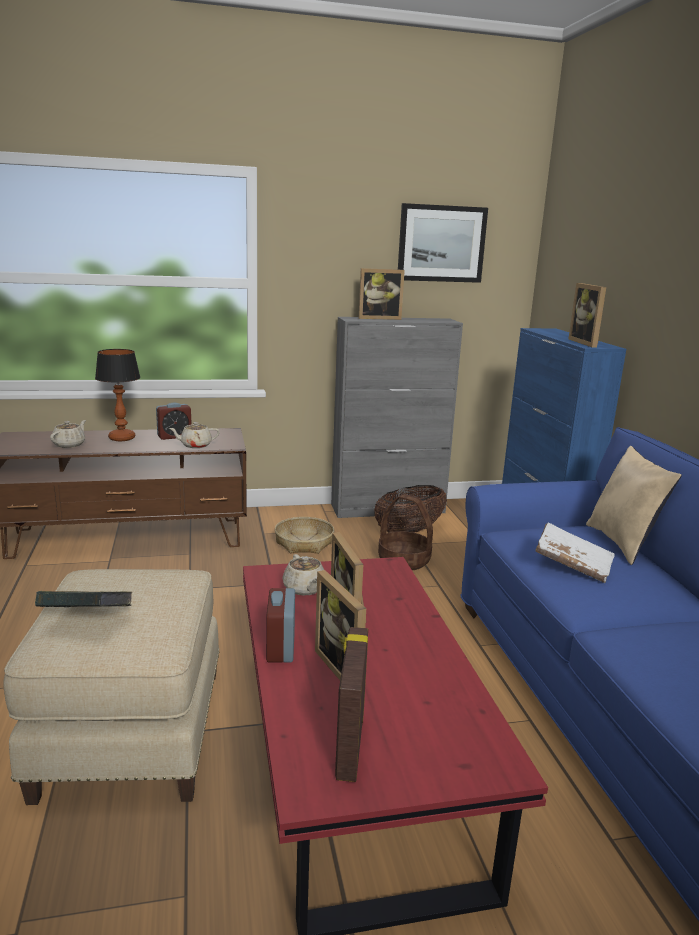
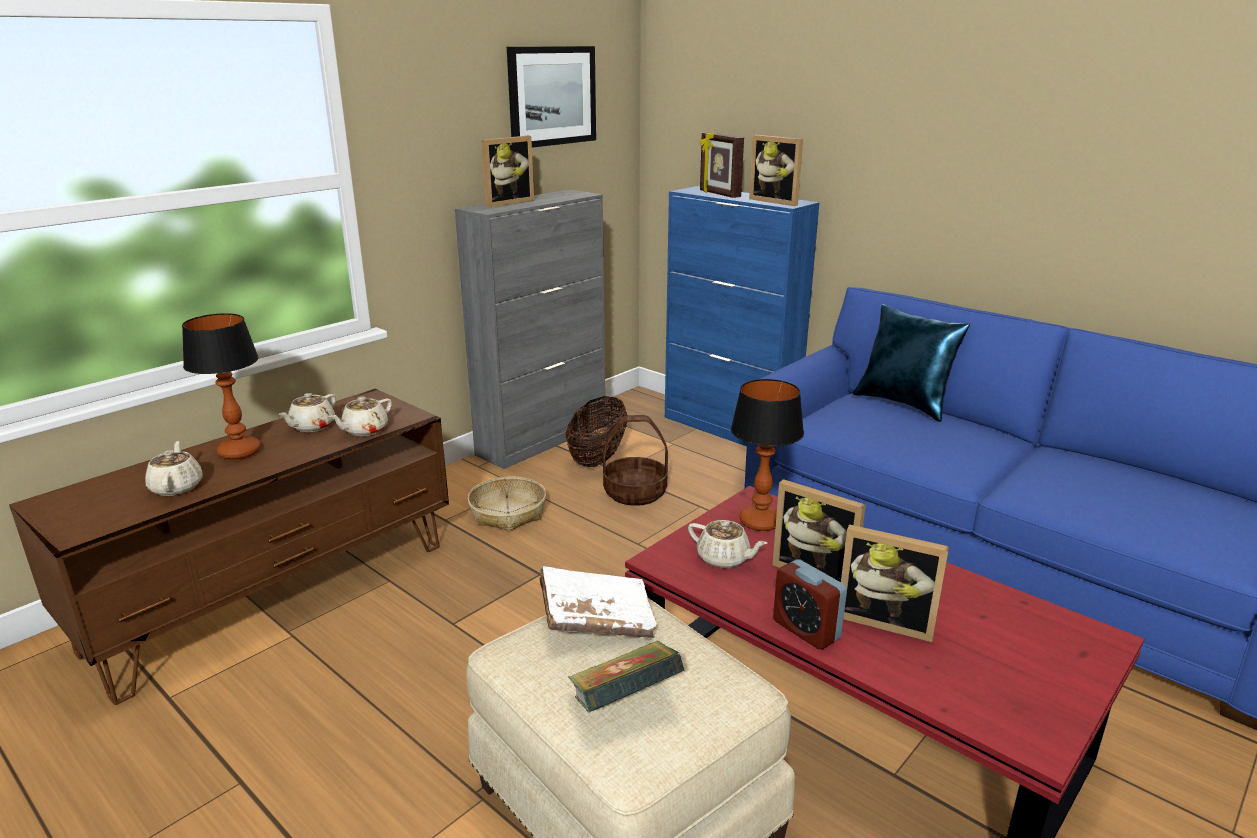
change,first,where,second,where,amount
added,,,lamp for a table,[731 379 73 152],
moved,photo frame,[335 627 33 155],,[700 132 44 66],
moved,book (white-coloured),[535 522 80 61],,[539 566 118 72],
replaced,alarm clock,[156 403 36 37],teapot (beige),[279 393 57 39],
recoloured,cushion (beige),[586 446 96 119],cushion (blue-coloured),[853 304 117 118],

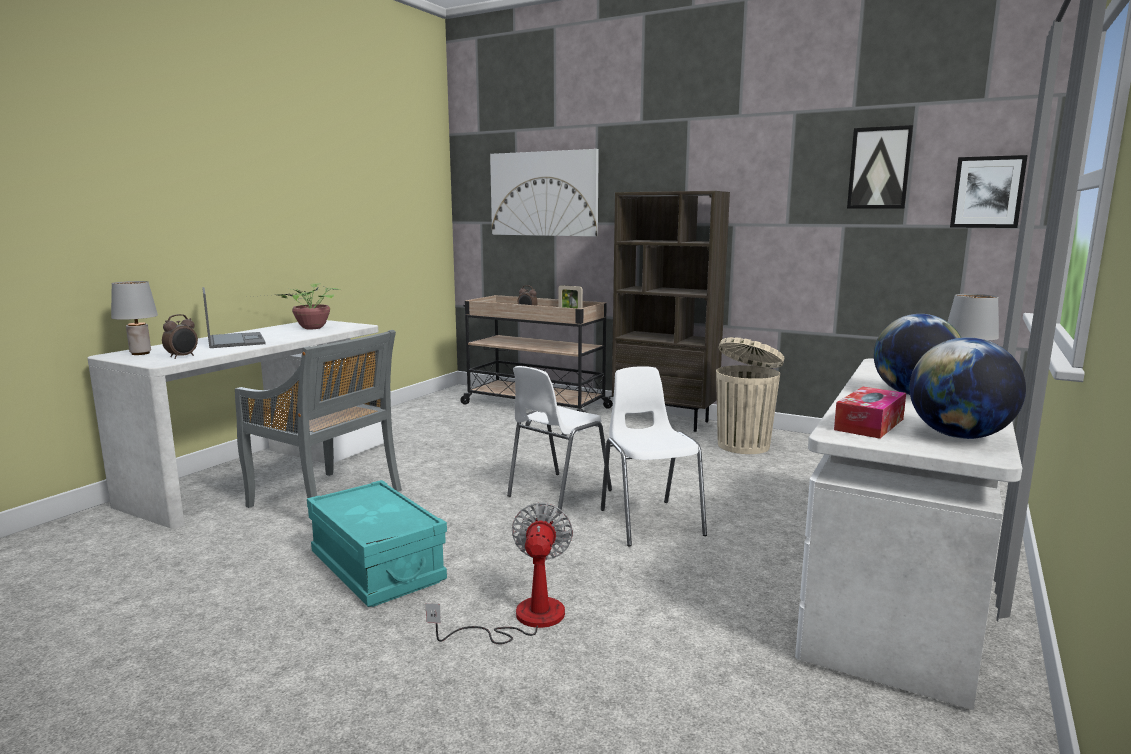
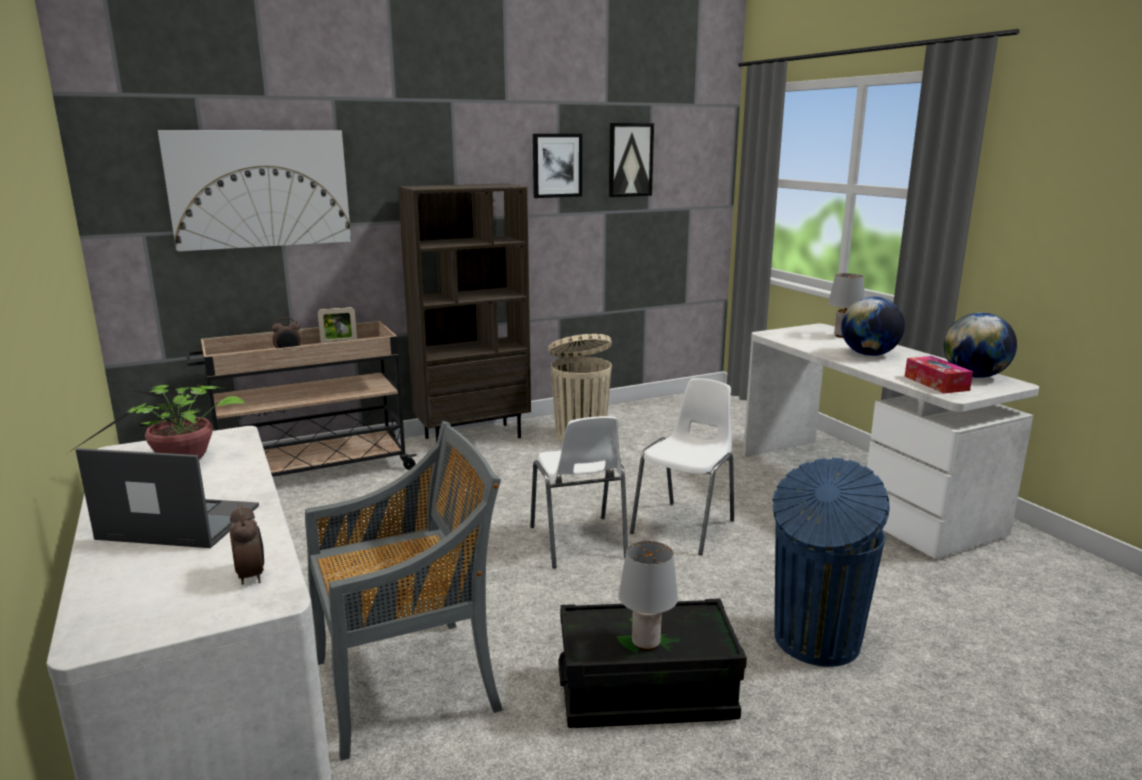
change,first,where,second,where,amount
moved,lamp for a table (grey),[111 281 47 74],,[619 541 59 110],
moved,wall picture,[950 155 78 73],,[533 134 49 64],
replaced,cooling fan,[426 503 147 141],trash can (blue-coloured),[772 458 118 209],
recoloured,storage bin (turquoise-coloured),[307 480 140 127],storage bin (black-coloured),[559 598 188 130],
turned,chair (white-coloured),[601 366 106 180],,[630 378 104 177],105 degrees clockwise

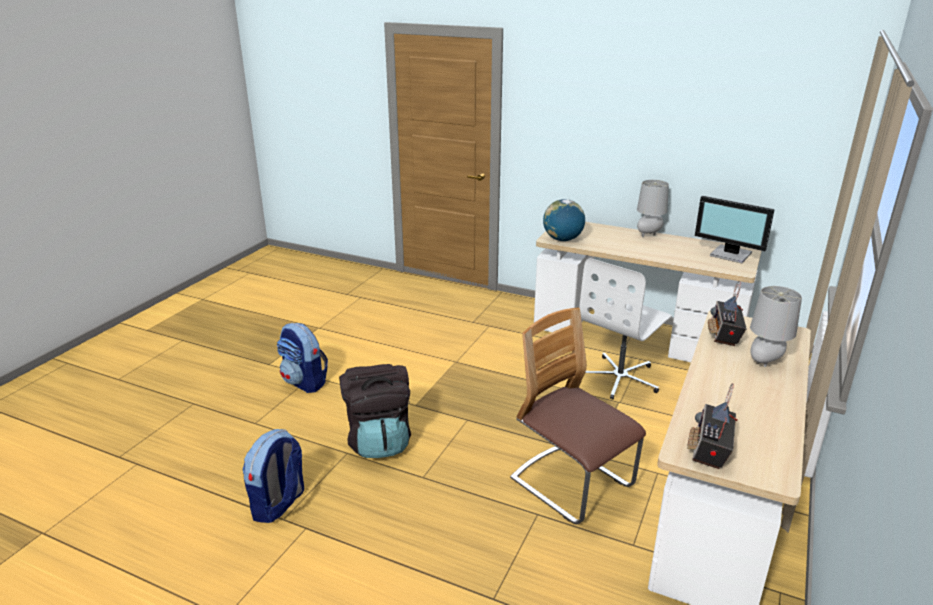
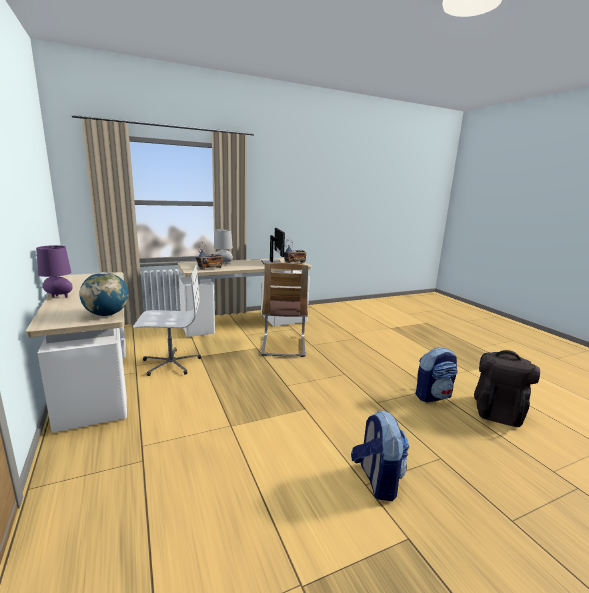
change,first,where,second,where,amount
moved,backpack (black-coloured),[339 364 72 94],,[474 350 66 77],
moved,computer screen,[695 196 80 67],,[261 228 24 37],
recoloured,lamp for a table (grey),[637 180 32 57],lamp for a table (purplish),[36 245 37 53],

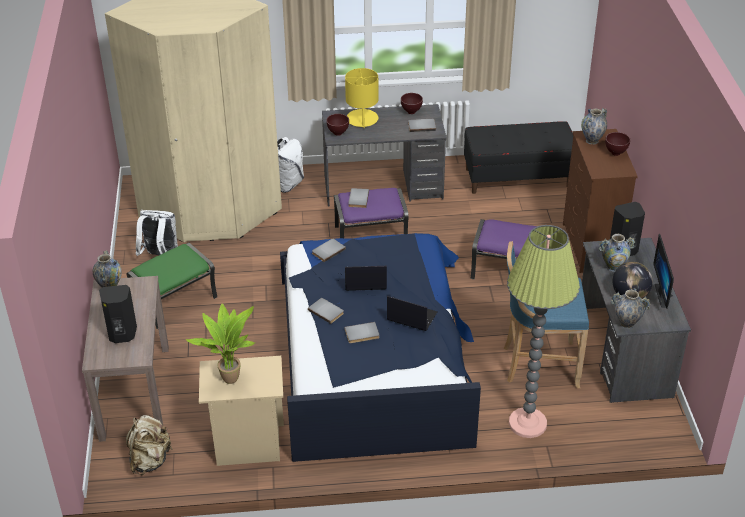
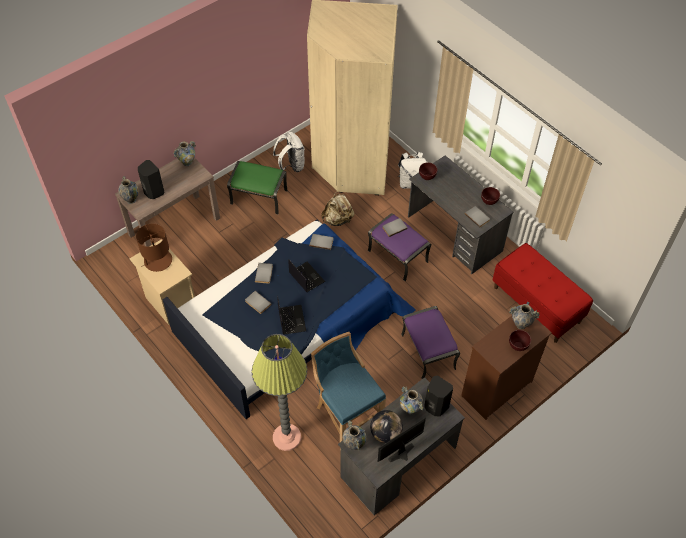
change,first,where,second,where,amount
removed,lamp for a table (yellowish),[345 68 34 61],,,
added,,,flower vase,[118 176 21 28],
moved,backpack (beige),[126 415 47 60],,[321 192 34 34],
replaced,plant in a pot,[186 303 69 81],lamp for a table (brown),[136 223 36 49],
recoloured,bench (black-coloured),[464 121 109 73],bench (red-coloured),[492 243 101 100],

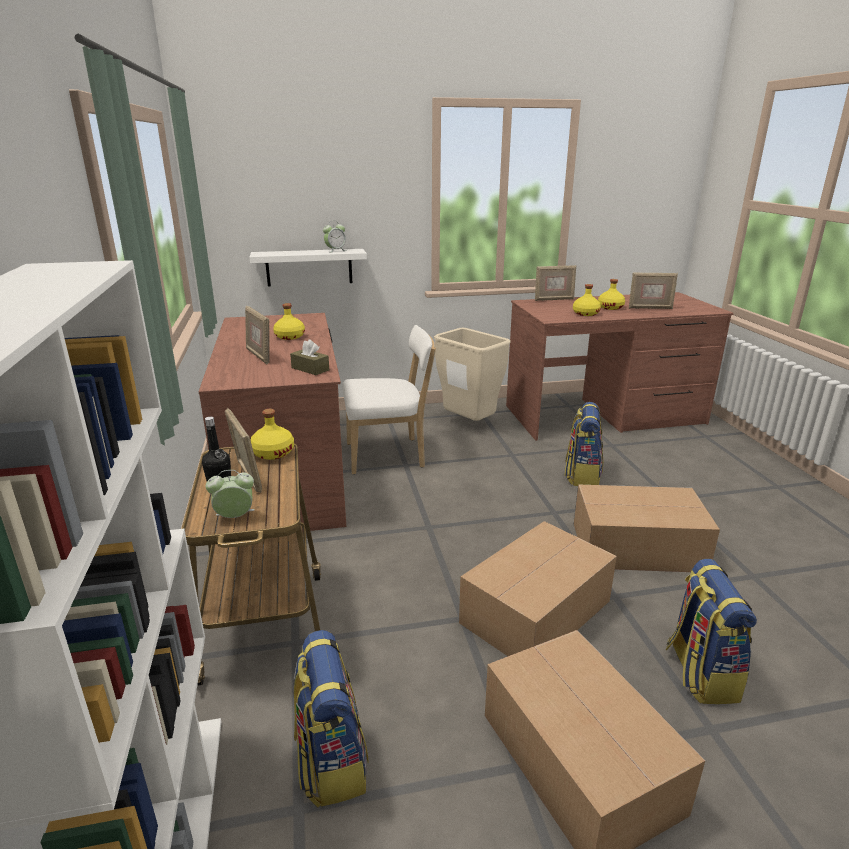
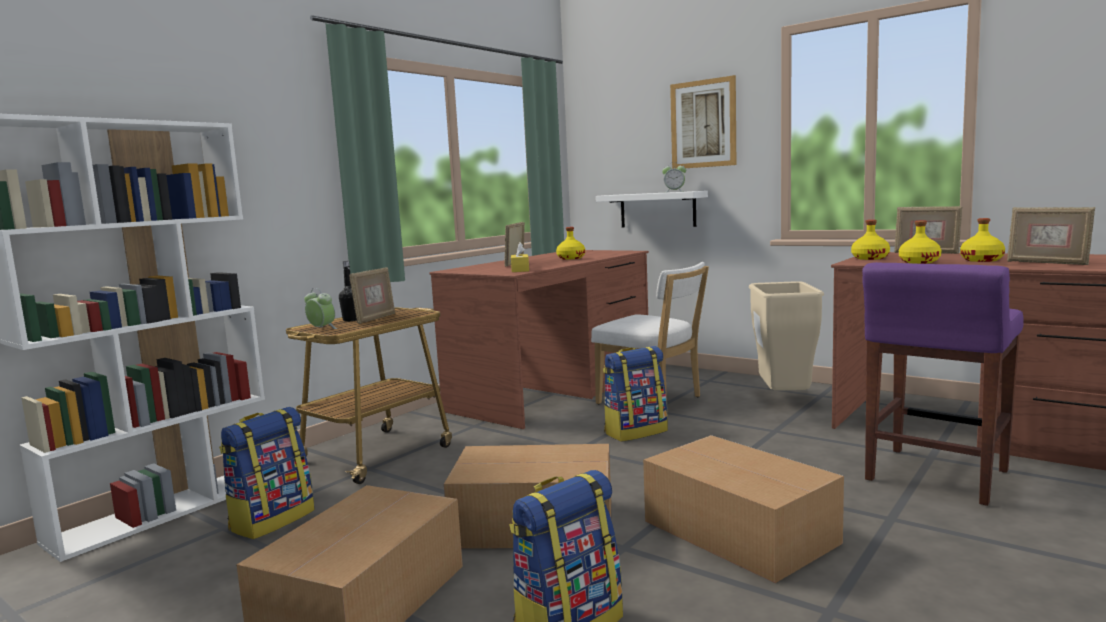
change,first,where,second,where,amount
added,,,wall picture,[670 75 66 94],
added,,,stool seat (purplish),[862 262 162 244],
moved,beverage bottle (yellowish),[251 409 43 51],,[851 220 39 40],
moved,backpack,[565 402 38 84],,[603 346 65 96],
recoloured,box of tissues (brown),[290 339 39 36],box of tissues (yellowish),[511 242 18 30],

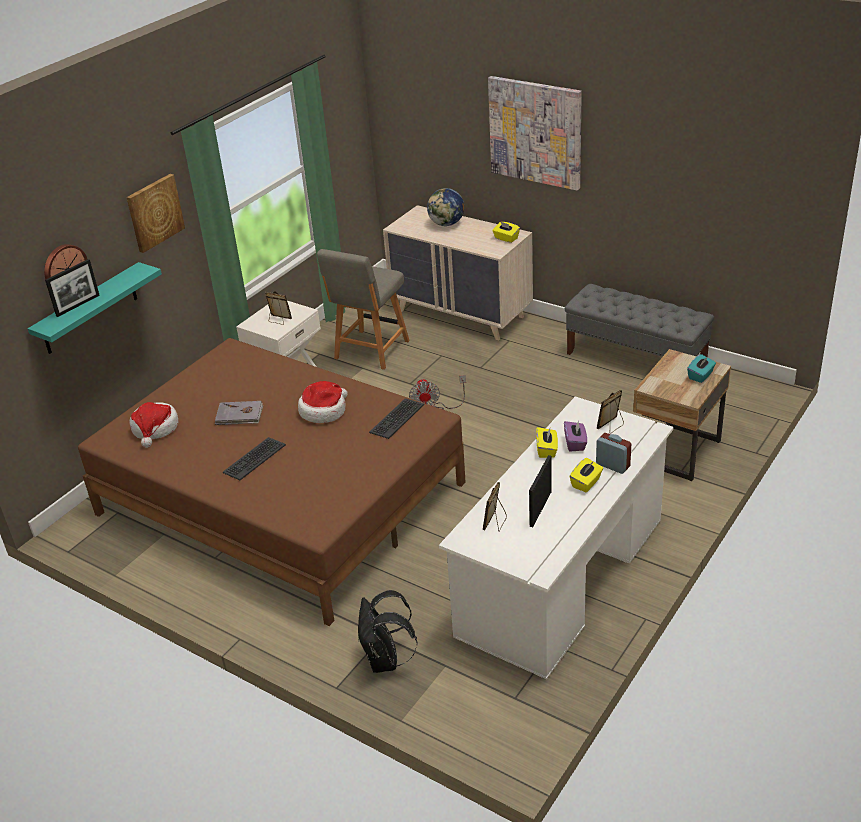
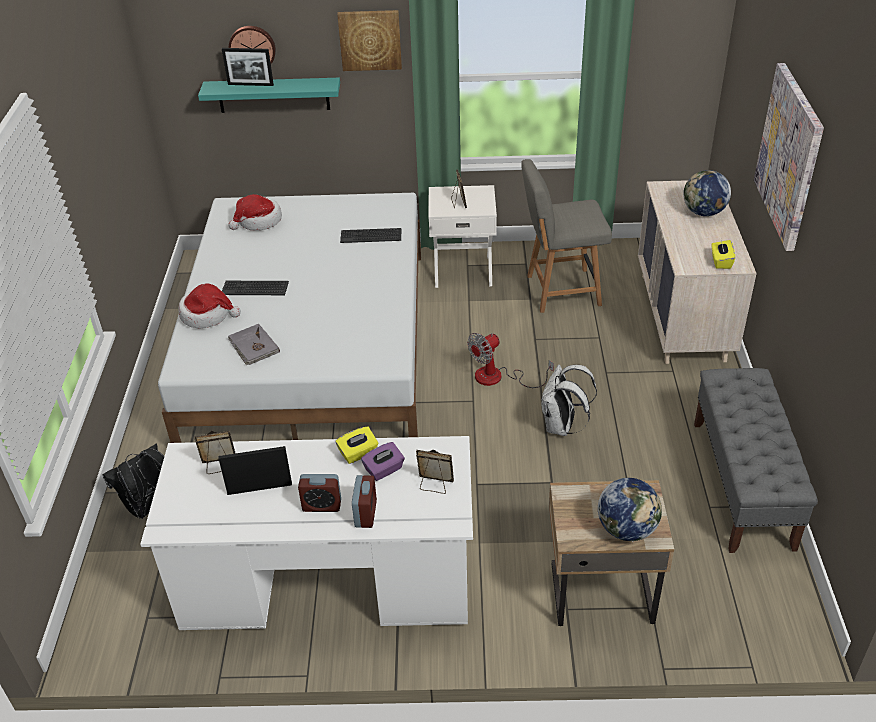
change,first,where,second,where,amount
added,,,backpack (white-coloured),[541 365 56 71],
moved,book (grey),[215 401 48 24],,[228 324 52 41],
moved,wearable hat,[298 381 50 42],,[178 283 63 45],
moved,keyboard,[369 398 55 41],,[340 228 61 15],
replaced,box of tissues (yellowish),[569 458 34 34],alarm clock,[298 474 43 38],
replaced,box of tissues (turquoise-coloured),[687 354 29 29],world globe,[598 478 64 64],
recoloured,bed (brown),[78 338 388 288],bed (white-coloured),[158 193 263 250],

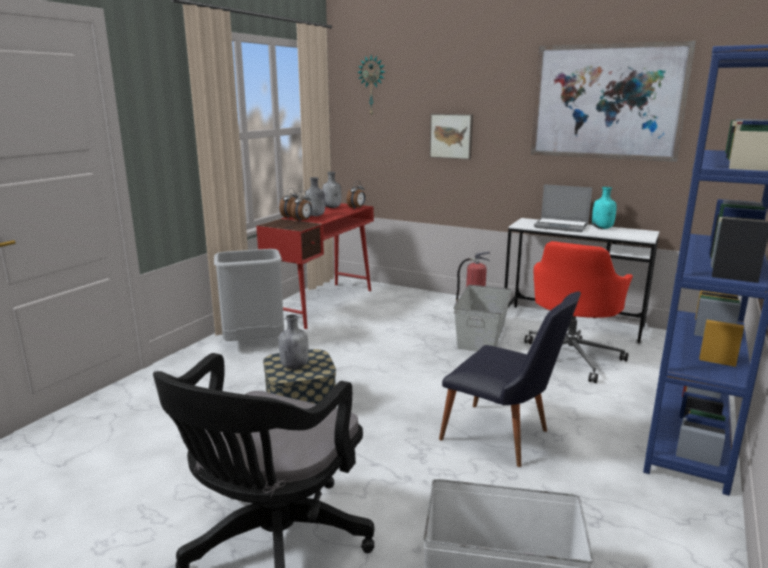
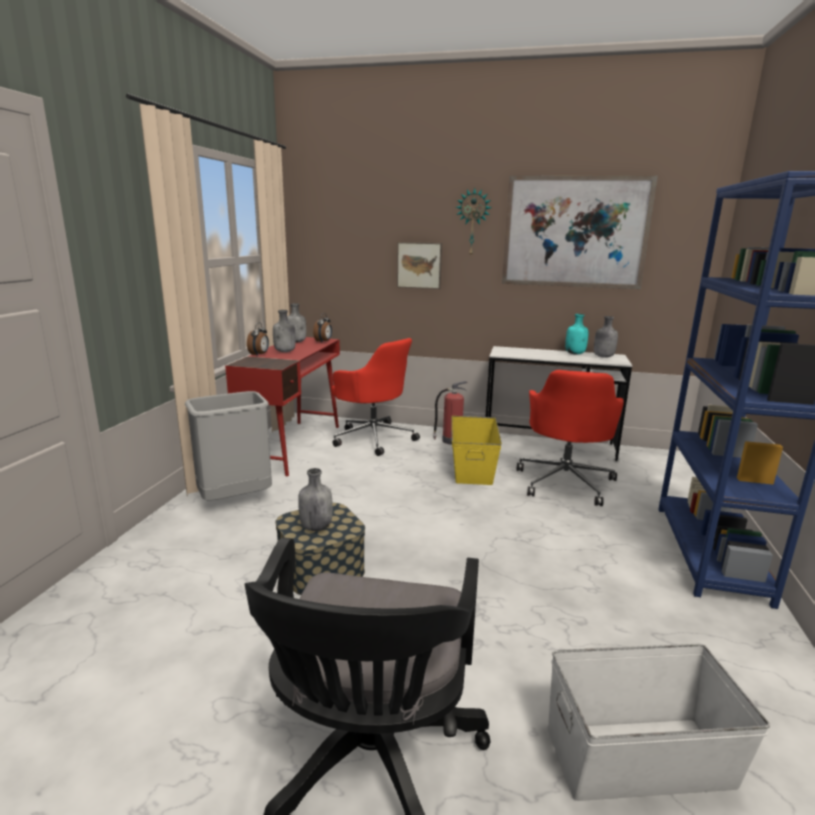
change,first,where,second,where,amount
removed,alarm clock,[290 191 22 31],,,
removed,chair (black-coloured),[439 291 142 176],,,
removed,notebook computer,[534 184 58 48],,,
added,,,desk chair (red-coloured),[331 338 89 118],
added,,,beverage bottle (grey),[594 316 24 42],
moved,wall clock,[357 55 28 62],,[456 188 36 67],
recoloured,storage bin (grey),[454 285 58 66],storage bin (yellowish),[451 416 51 69],

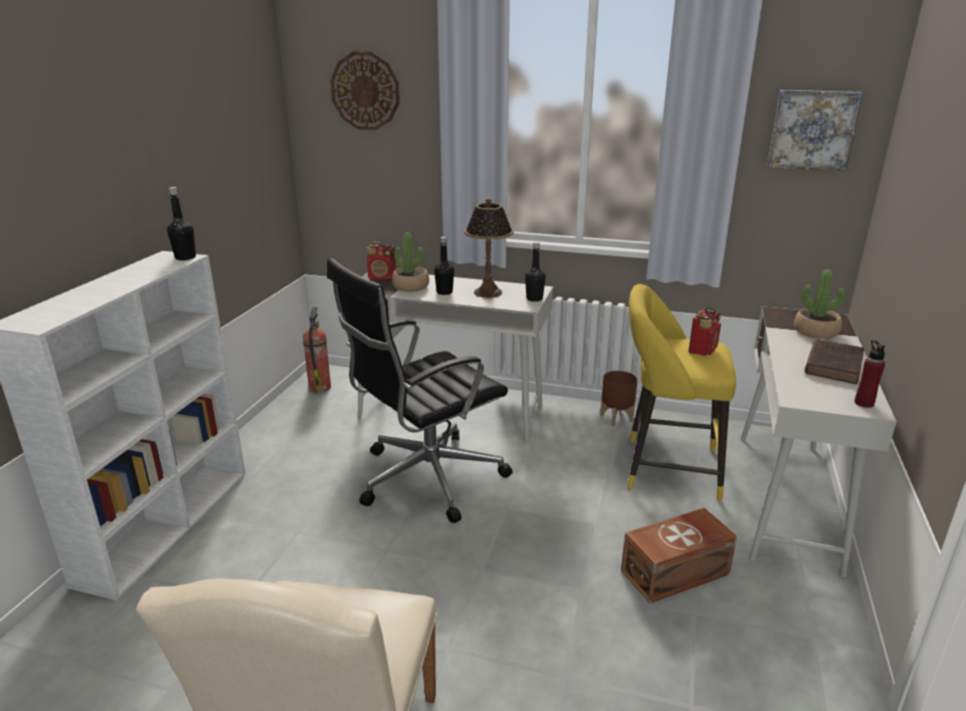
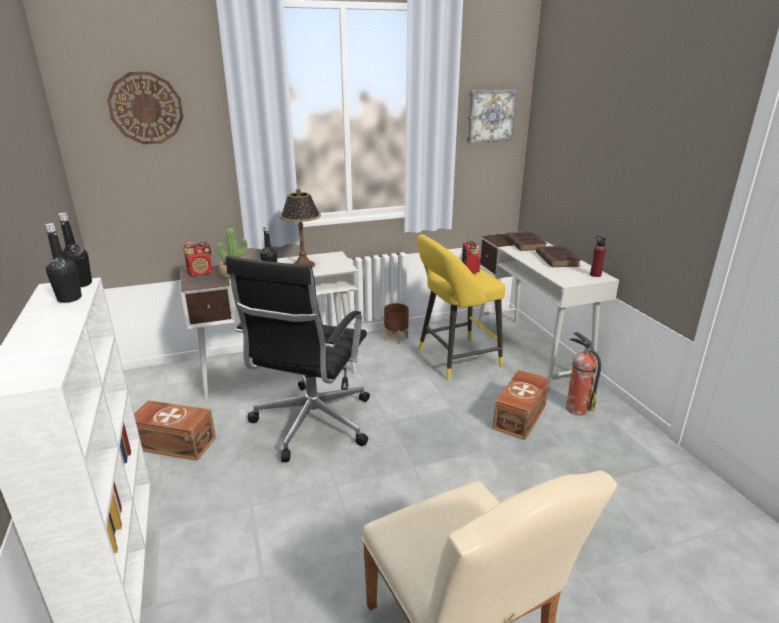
change,first,where,second,where,amount
added,,,storage bin (brown),[134 400 82 61],
moved,fire extinguisher,[303 307 28 86],,[566 332 35 83],
moved,beverage bottle (black-coloured),[525 242 21 60],,[45 223 37 80],
replaced,plant in a pot,[794 270 52 69],book (brown),[506 231 41 20],

